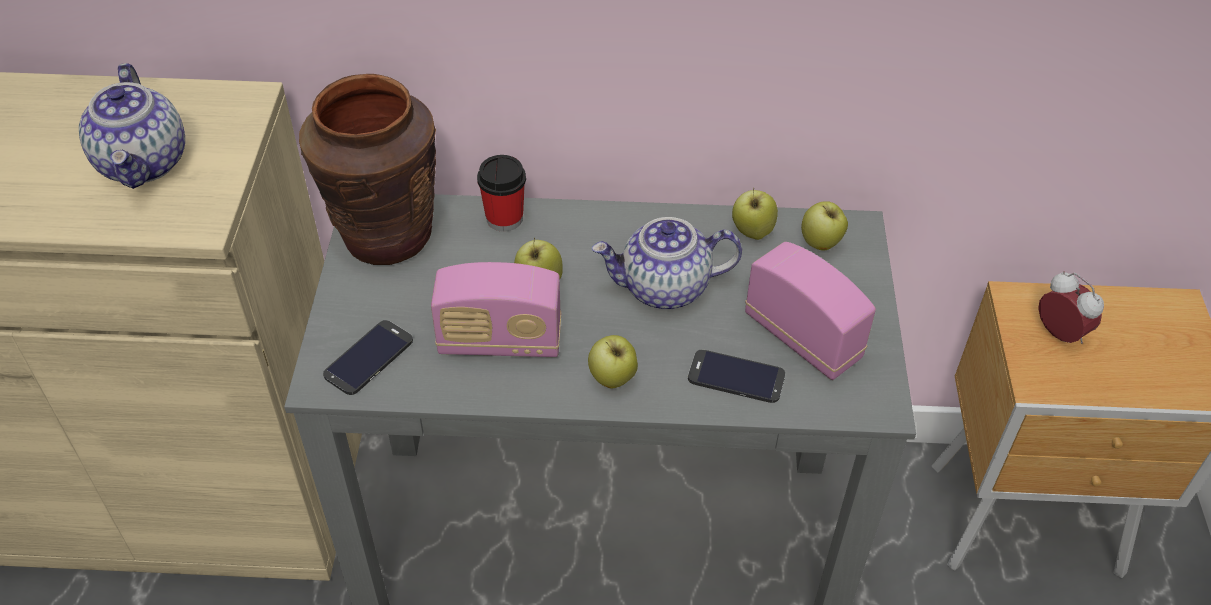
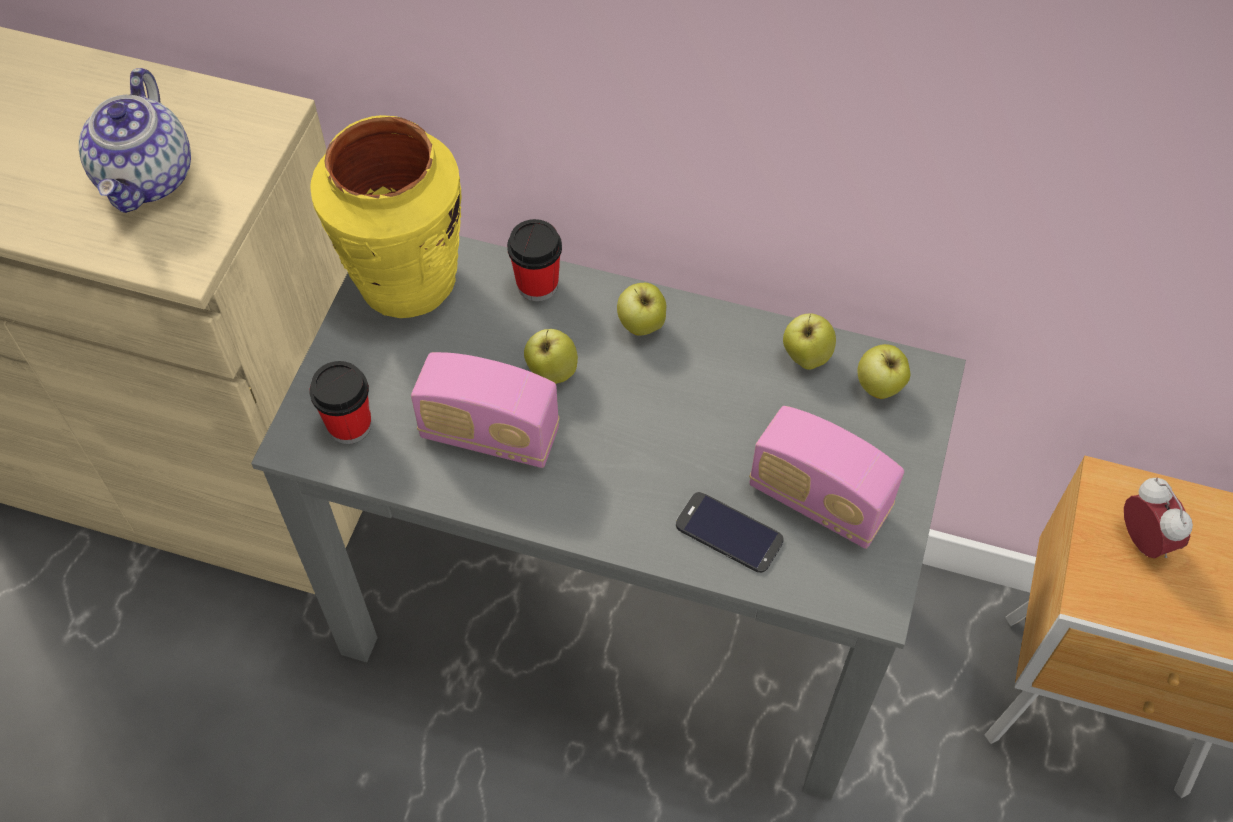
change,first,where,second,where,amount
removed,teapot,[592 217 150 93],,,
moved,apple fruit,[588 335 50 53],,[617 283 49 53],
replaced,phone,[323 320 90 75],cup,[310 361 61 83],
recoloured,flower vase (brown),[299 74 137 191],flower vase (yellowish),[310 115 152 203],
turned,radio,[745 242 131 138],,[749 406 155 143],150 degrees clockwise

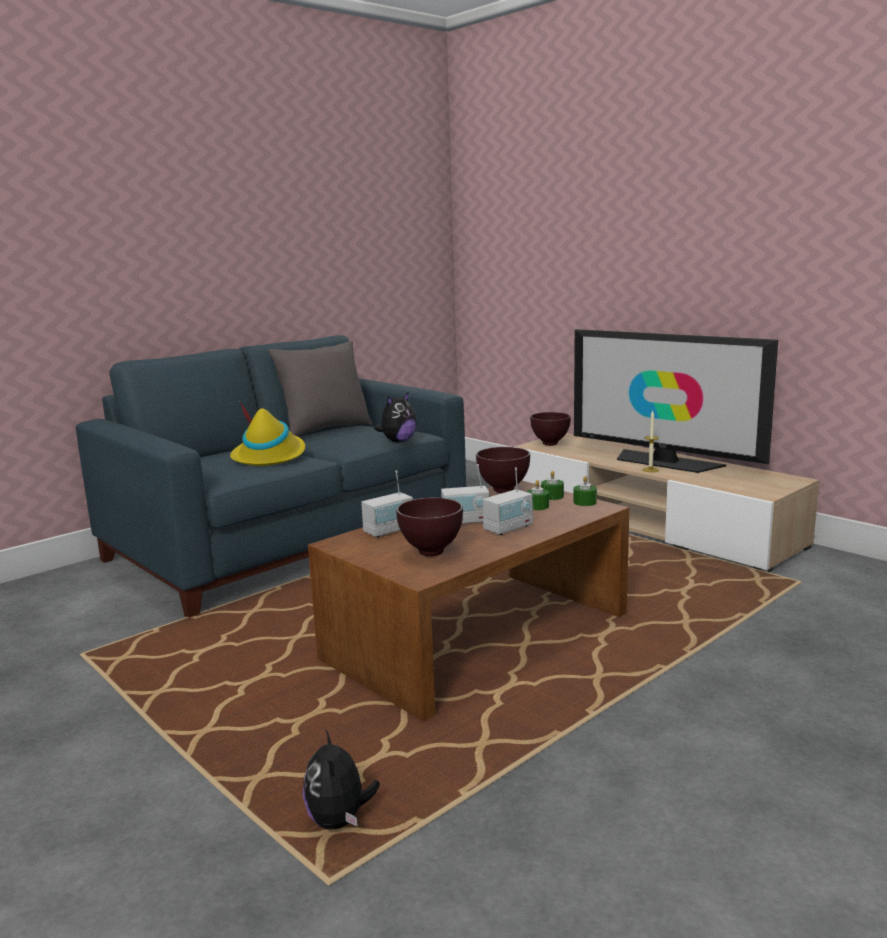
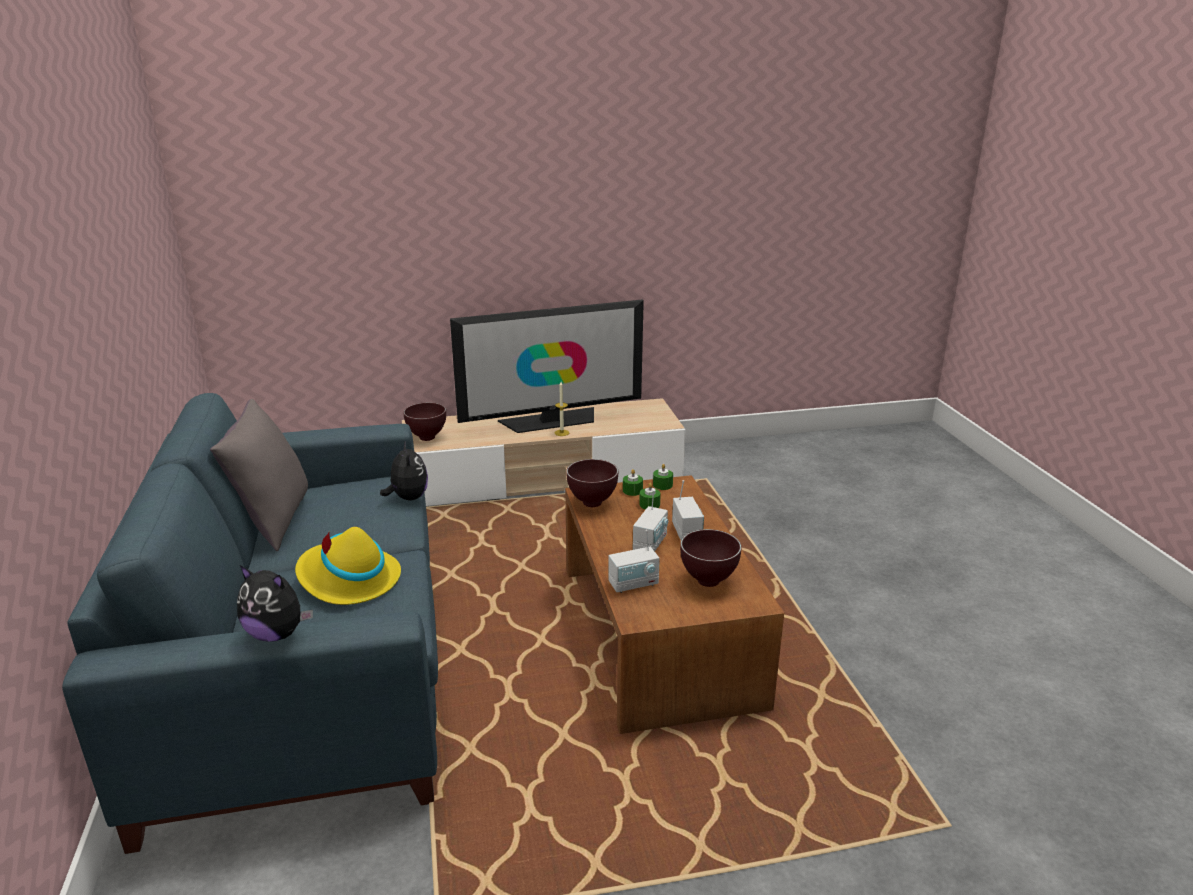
change,first,where,second,where,amount
moved,cuddly toy,[303 729 77 101],,[237 565 76 77],
turned,radio,[361 471 52 67],,[608 530 52 63],75 degrees clockwise

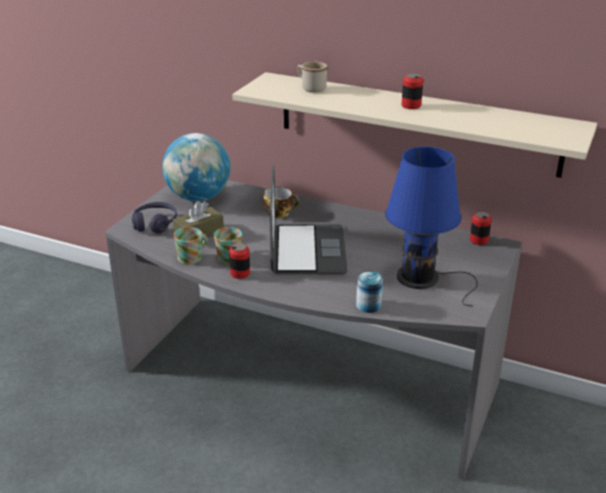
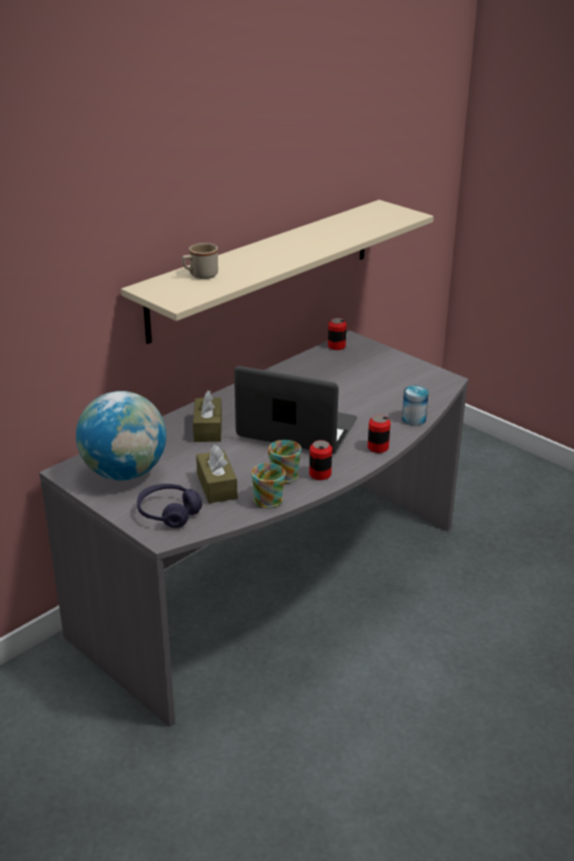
change,first,where,second,where,amount
removed,lamp for a table (blue-coloured),[385 146 93 160],,,
moved,can,[401 73 22 36],,[368 415 23 38],
replaced,cup,[263 187 36 31],box of tissues (brown),[193 390 29 52],

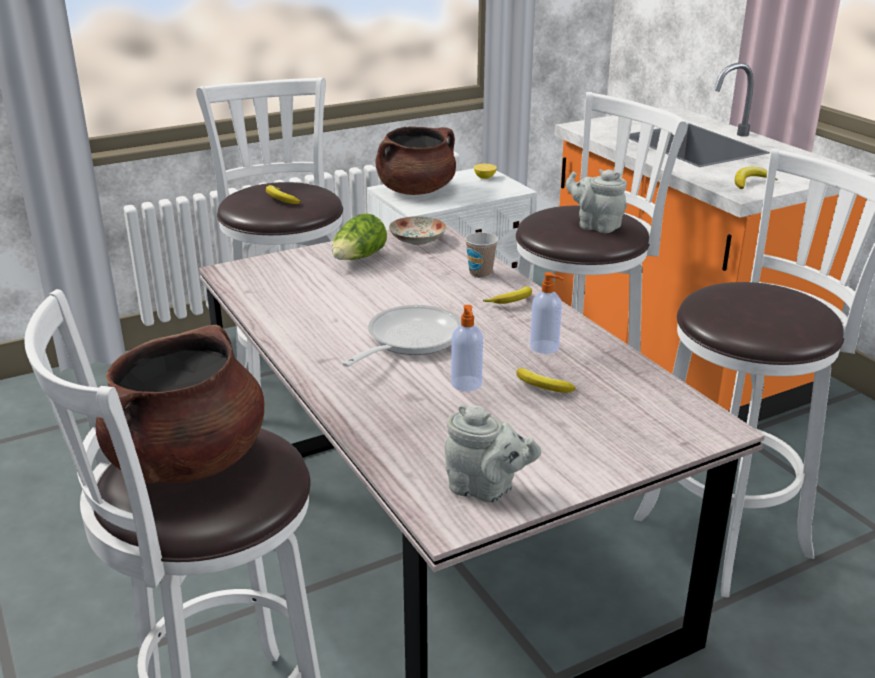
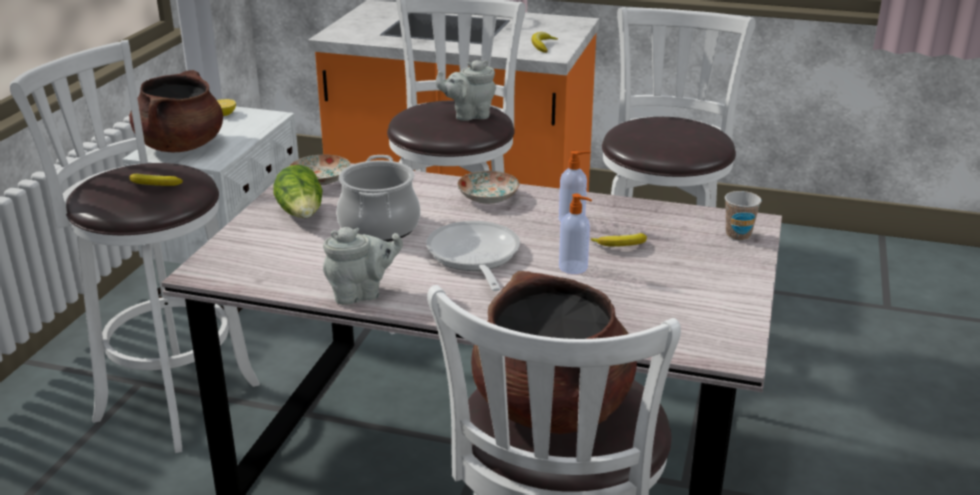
change,first,where,second,where,amount
added,,,stockpot,[336 155 84 87],
moved,teapot (grey),[445 404 96 99],,[323 227 80 78],
moved,cup,[465 232 33 46],,[725 191 37 50],
replaced,whole banana,[483 286 49 18],flat dish,[457 171 63 33],

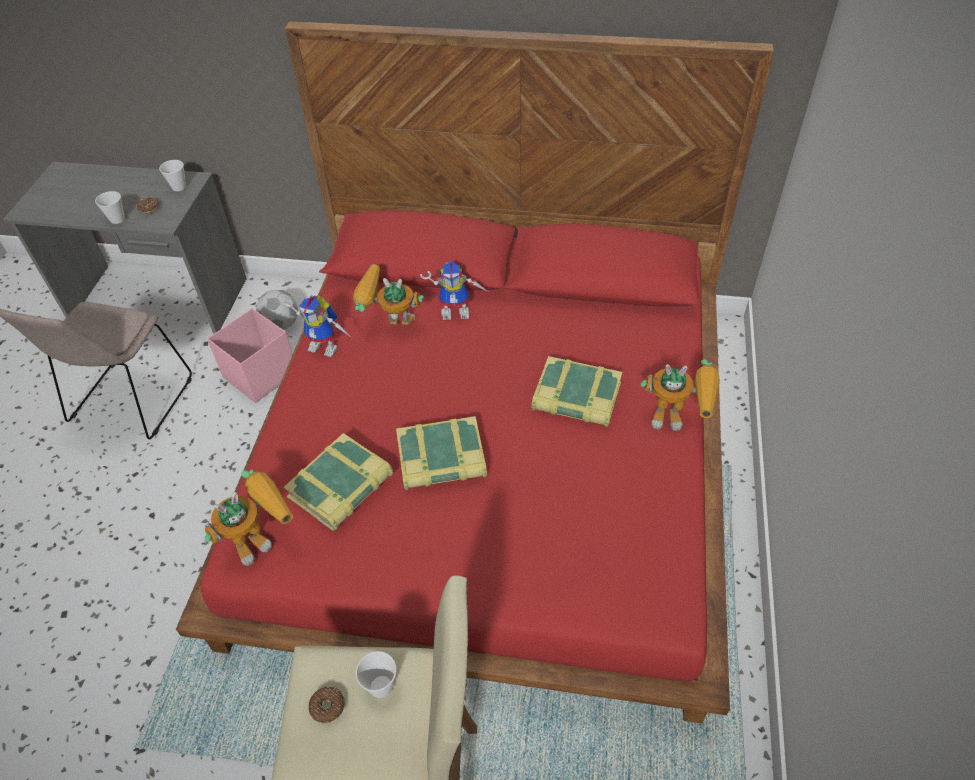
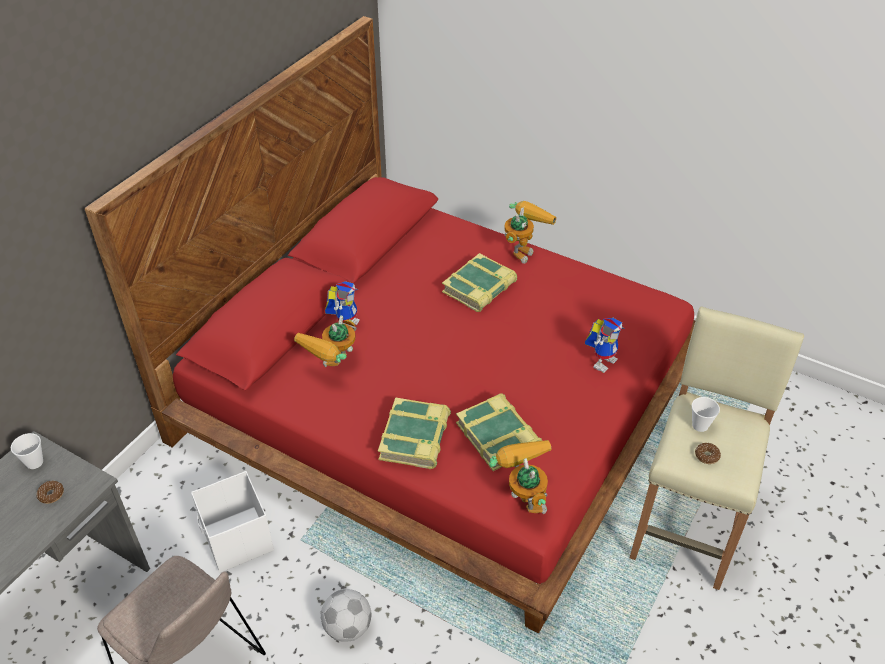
change,first,where,second,where,amount
removed,cup,[95 191 30 33],,,
moved,football,[256 290 42 40],,[321 589 50 53],
moved,model robot,[282 294 70 63],,[585 317 40 56],
moved,book,[396 416 91 74],,[378 397 73 72],
recoloured,storage bin (pink-coloured),[207 308 86 95],storage bin (white-coloured),[191 471 83 102],

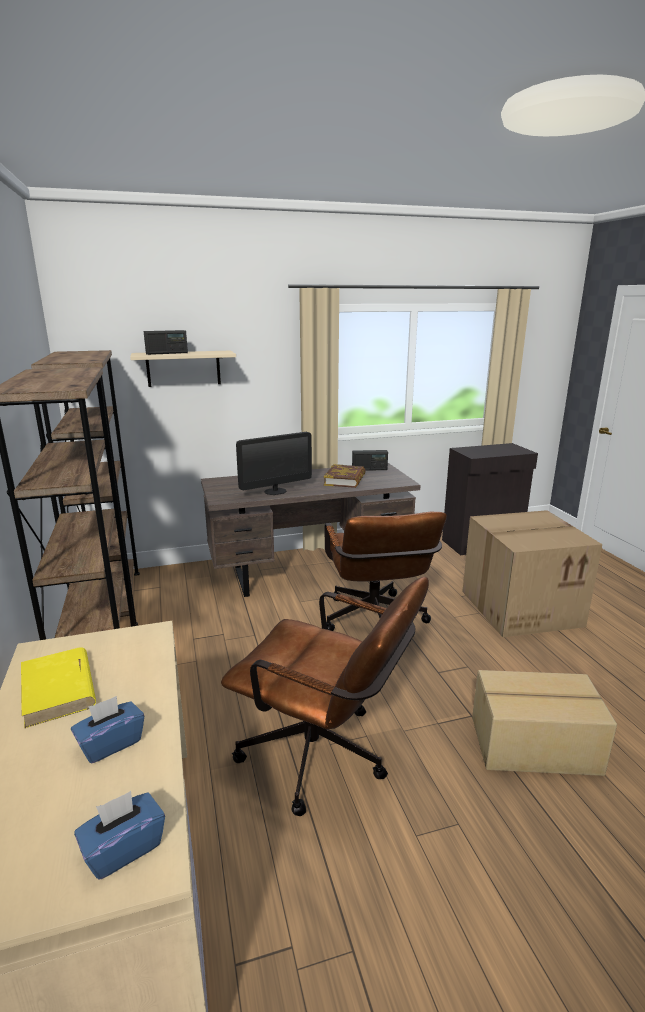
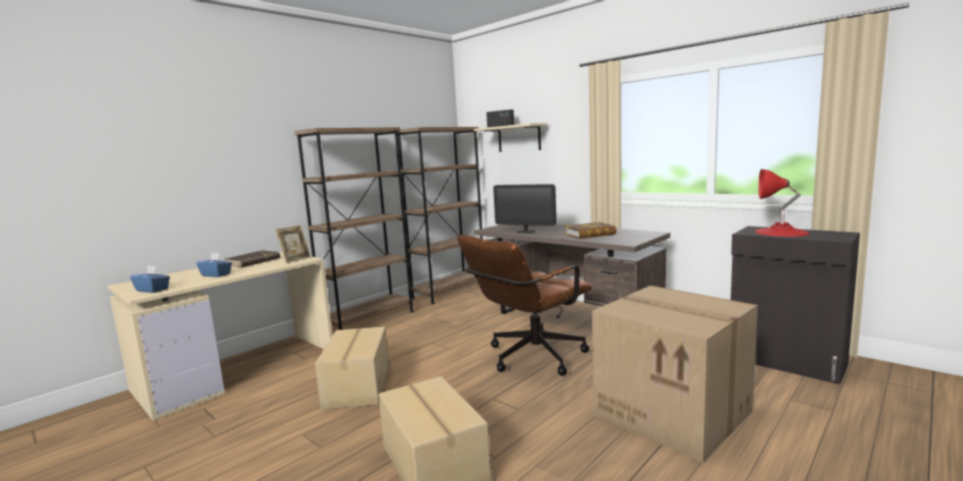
change,first,where,second,where,amount
removed,radio,[352 450 36 21],,,
added,,,photo frame,[275 225 36 39],
added,,,lamp for a table (red-coloured),[755 169 55 68],
replaced,desk chair (brown),[221 577 208 239],carton,[315 326 74 84],
recoloured,book (yellowish),[21 647 75 81],book (brown),[225 250 55 18],

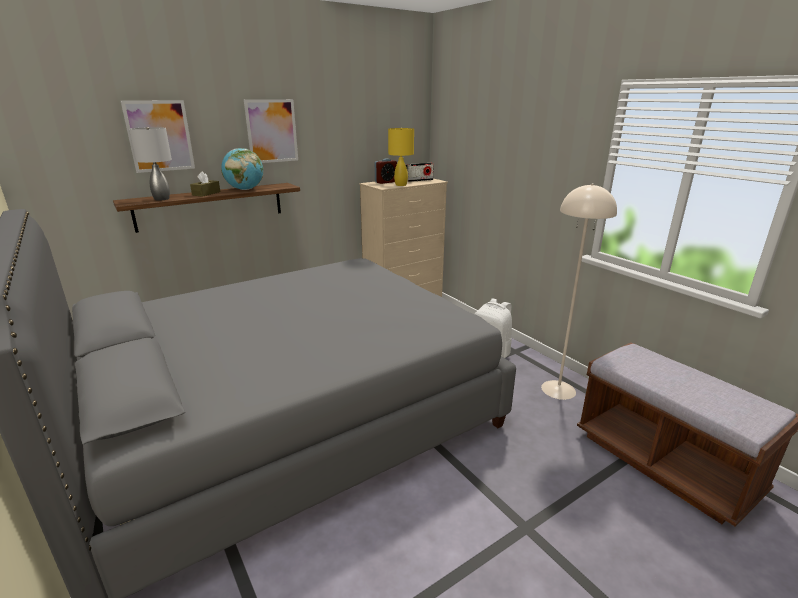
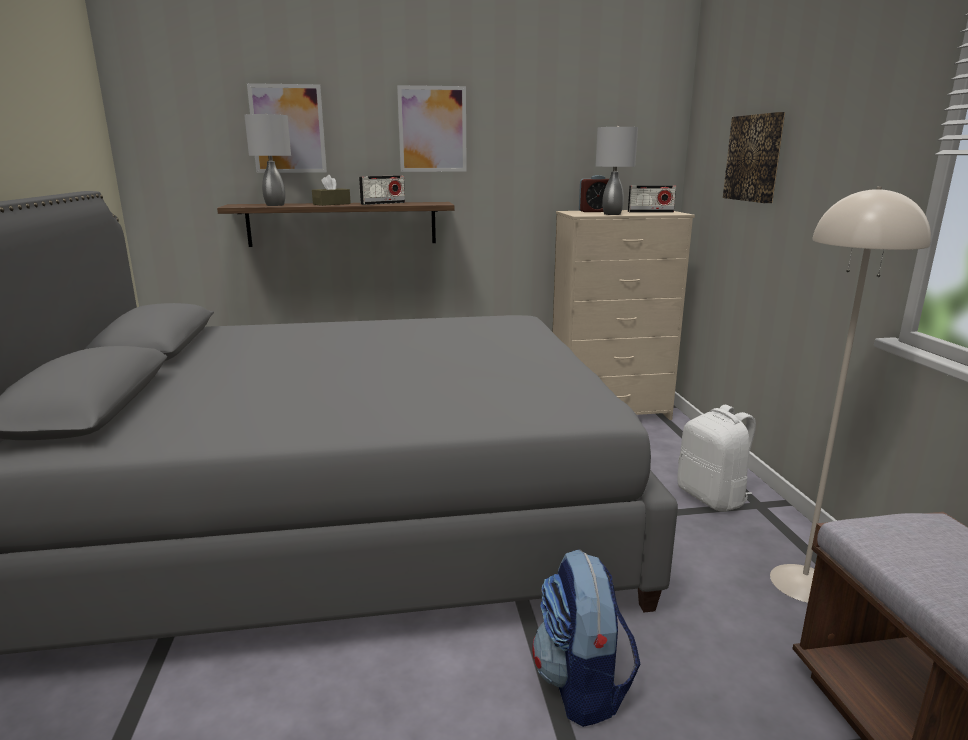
change,first,where,second,where,amount
added,,,backpack,[532 549 108 178],
added,,,wall picture,[723 112 62 91],
replaced,world globe,[221 148 42 42],radio,[359 176 46 29],
recoloured,lamp for a table (yellowish),[388 128 26 58],lamp for a table (grey),[596 126 42 89],

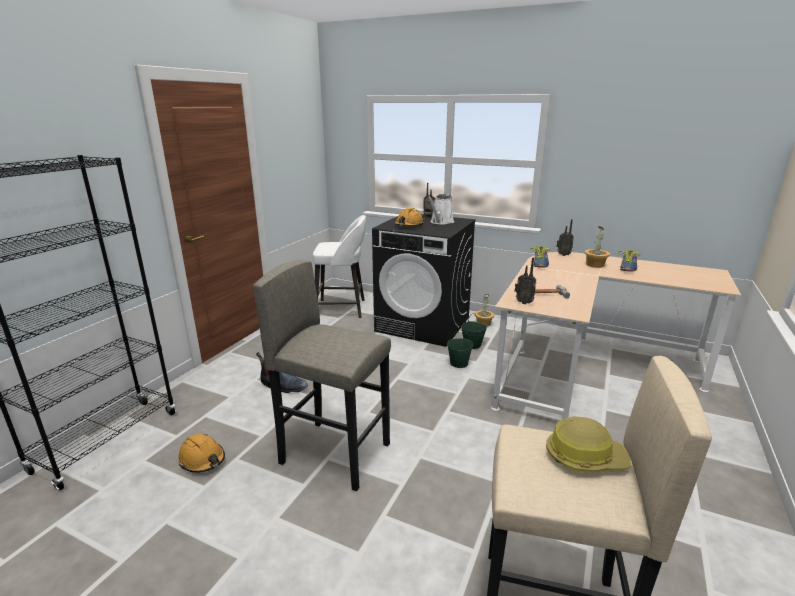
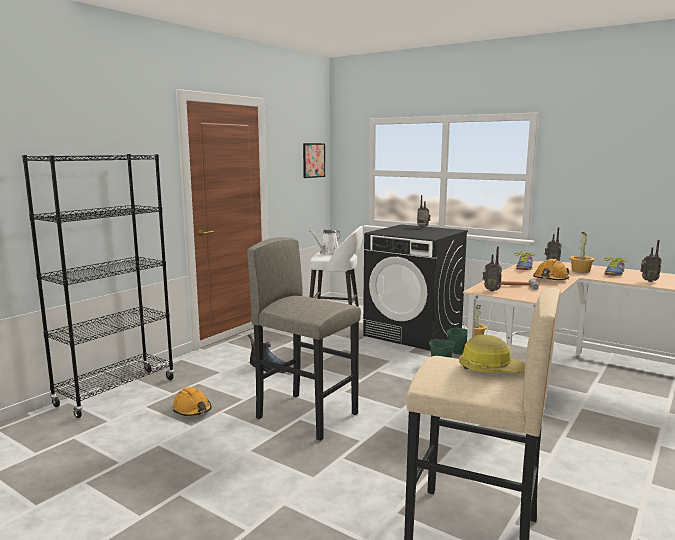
change,first,where,second,where,amount
added,,,wall picture,[303 143 22 35],
added,,,radio,[640 240 22 42],
moved,hard hat (orange),[394 207 31 19],,[533 259 36 21],
moved,watering can (white-coloured),[428 194 26 31],,[309 230 31 25],

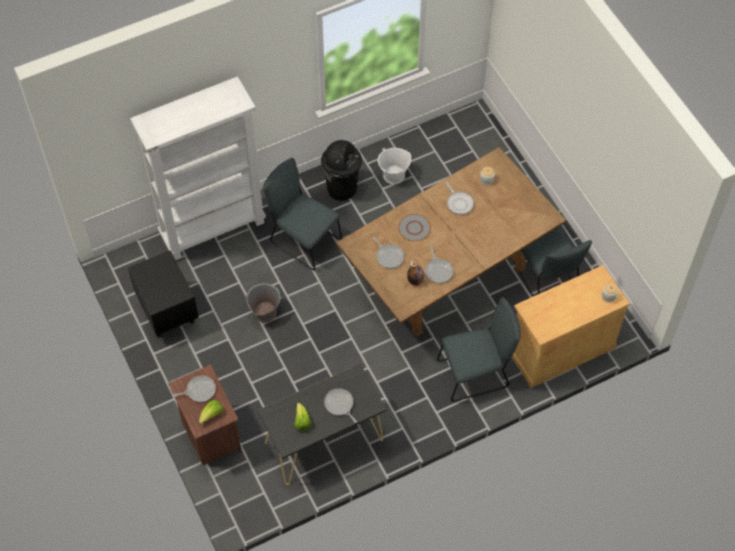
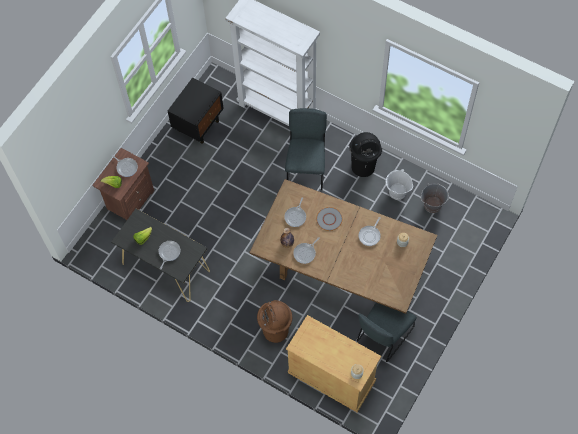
change,first,where,second,where,amount
moved,bucket (grey),[245 283 37 40],,[421 183 28 30],
replaced,chair (grey),[437 298 84 103],trash can (brown),[257 300 35 43],

